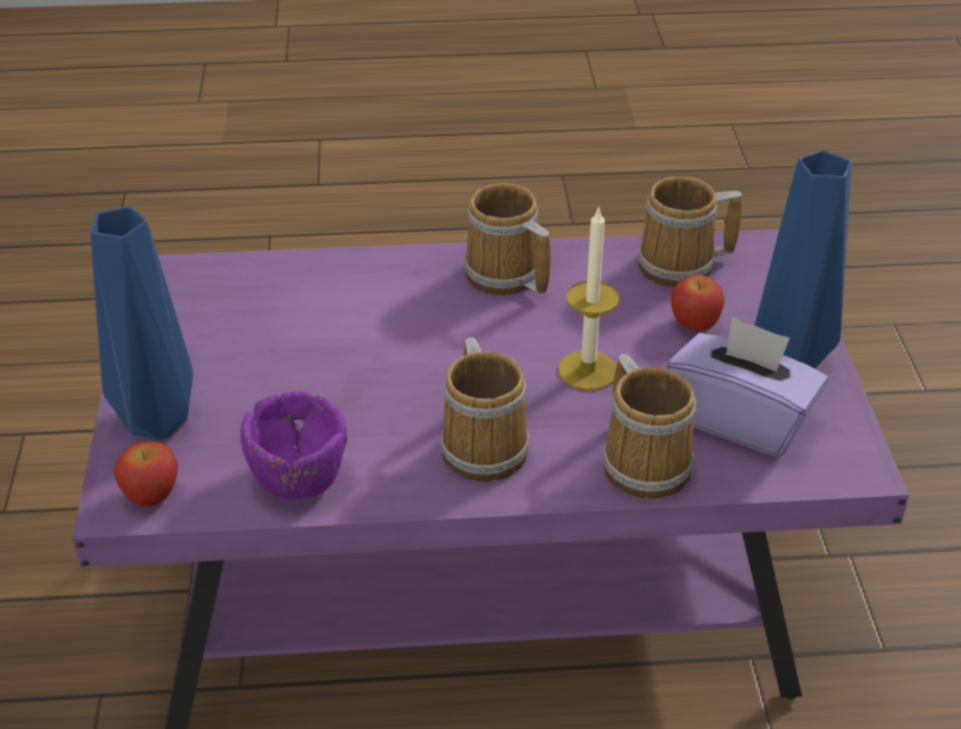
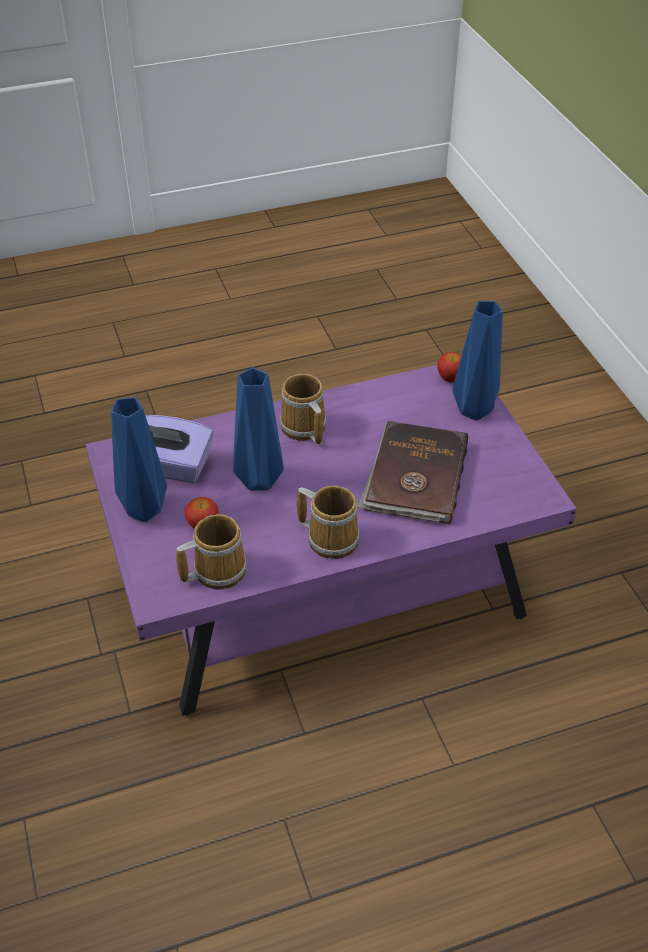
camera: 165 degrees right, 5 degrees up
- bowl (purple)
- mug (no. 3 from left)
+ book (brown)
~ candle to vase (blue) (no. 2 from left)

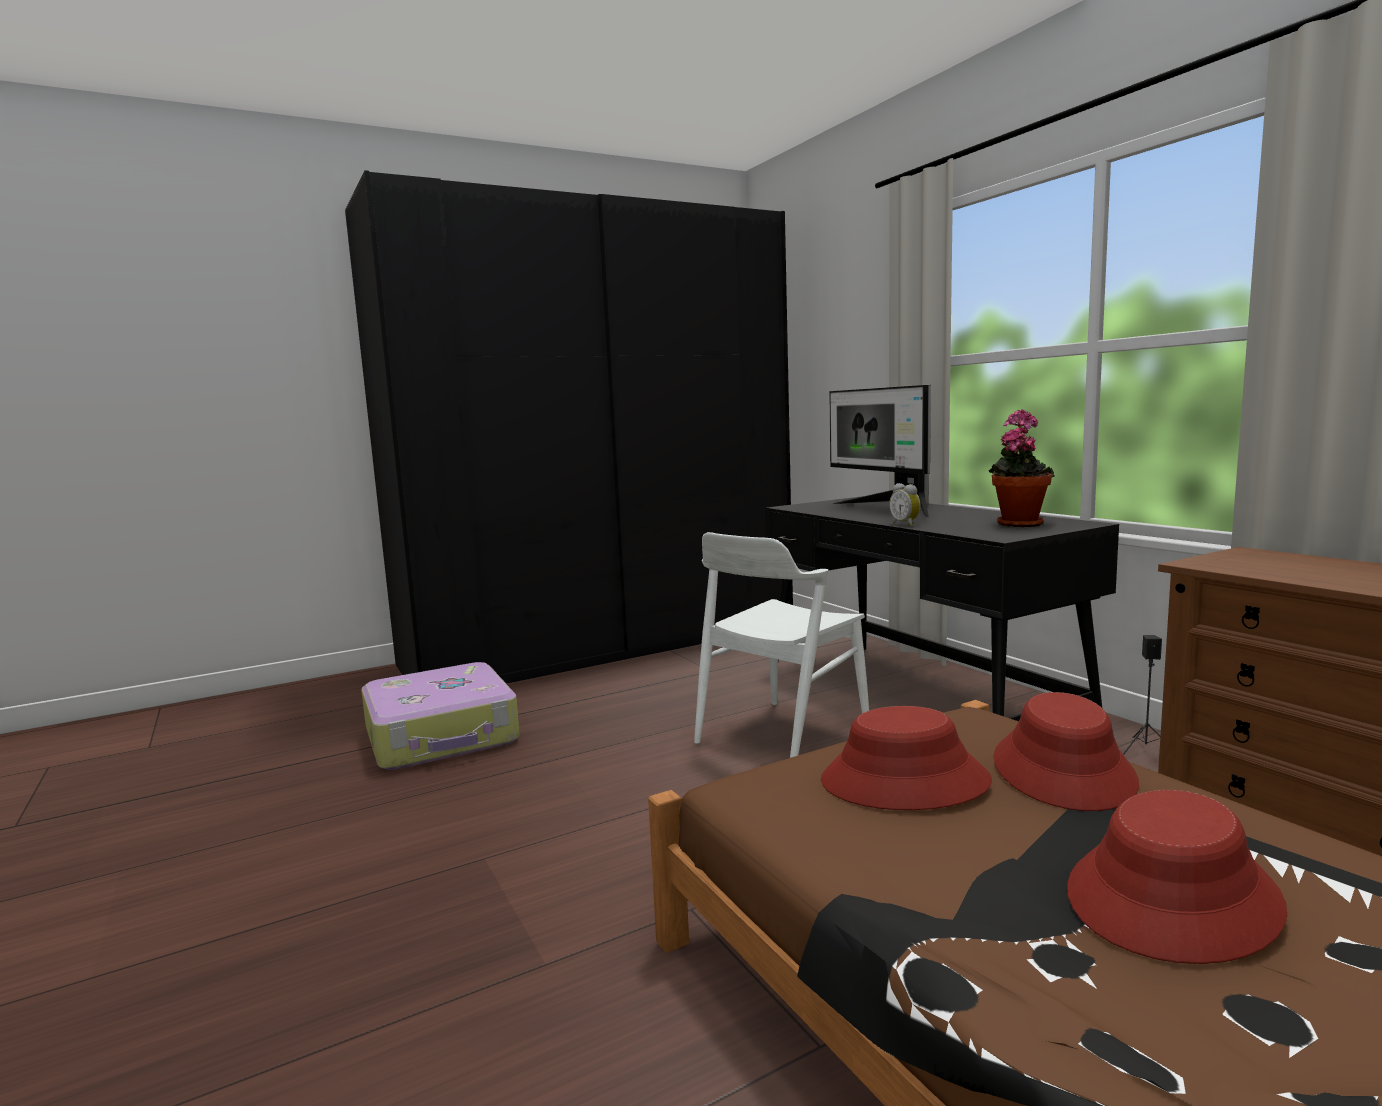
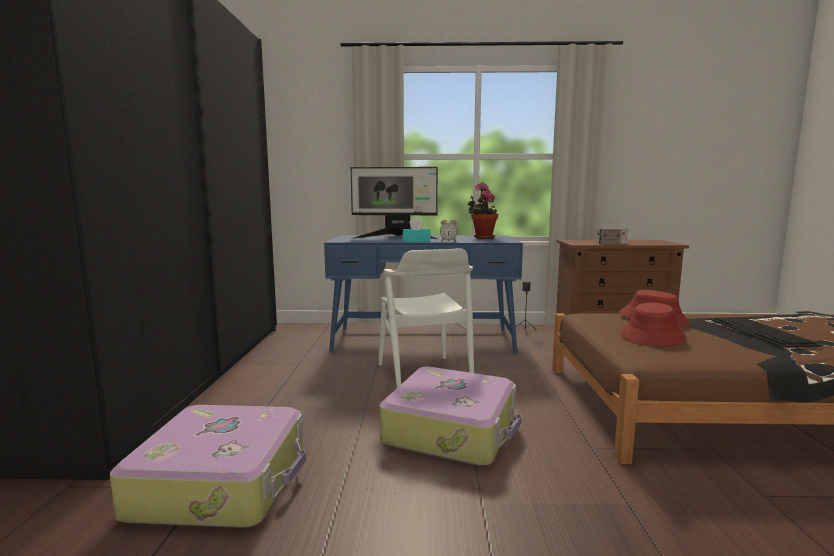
camera: 60 degrees left, 0 degrees up
+ suitcase (no. 2 from left)
+ tissue box (turquoise)
+ radio
~ hat (red) (no. 3 from left) to keyboard
~ desk (black) to desk (blue)

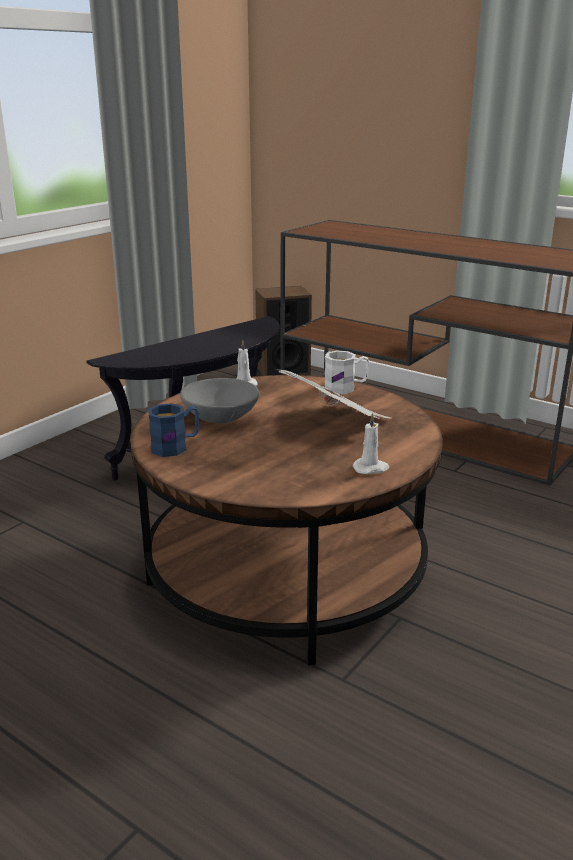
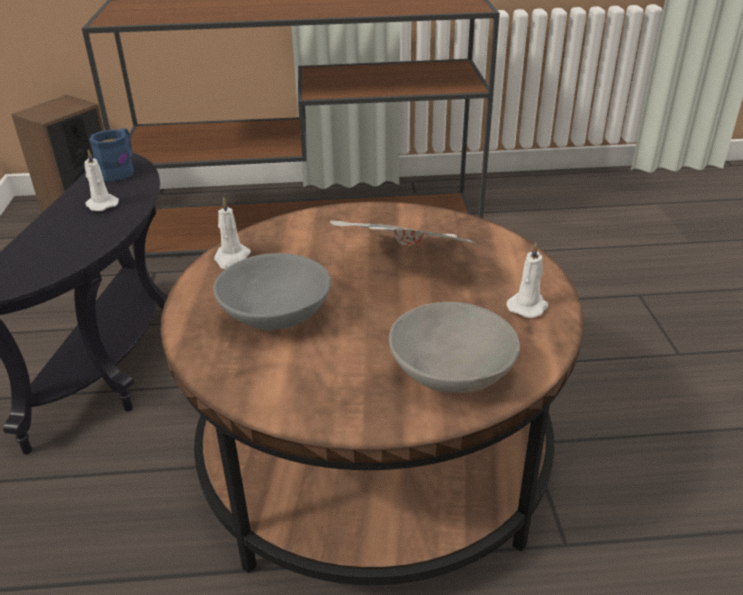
camera: 40 degrees left, 10 degrees up
- mug (white)
+ candle (white) (no. 1 from left)
+ bowl (grey) (no. 2 from left)
~ mug (blue)

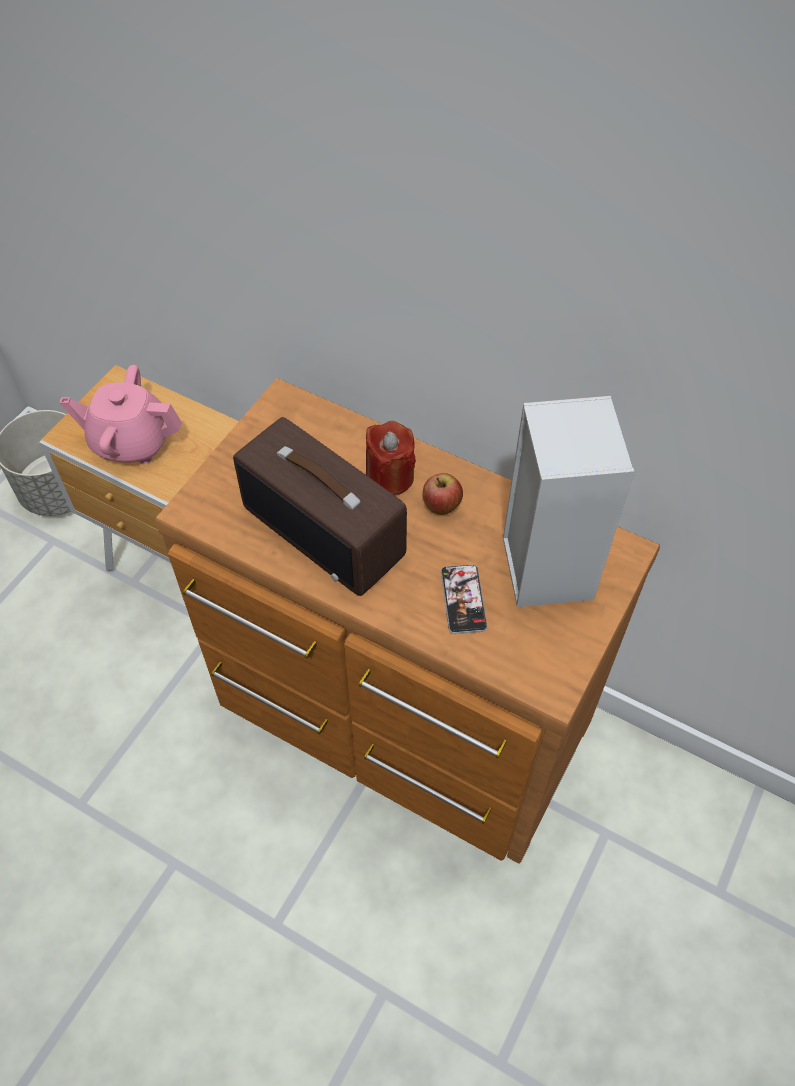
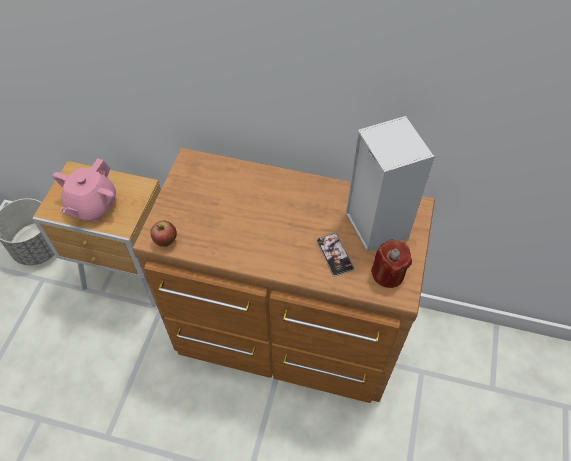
camera: 15 degrees left, 0 degrees up
- radio
~ candle (red)
~ apple
~ teapot (pink) 60 degrees counterclockwise

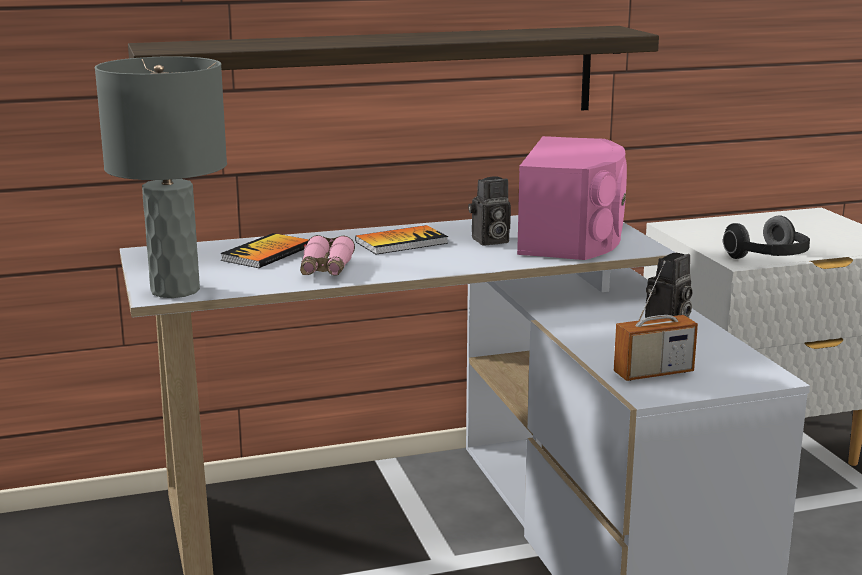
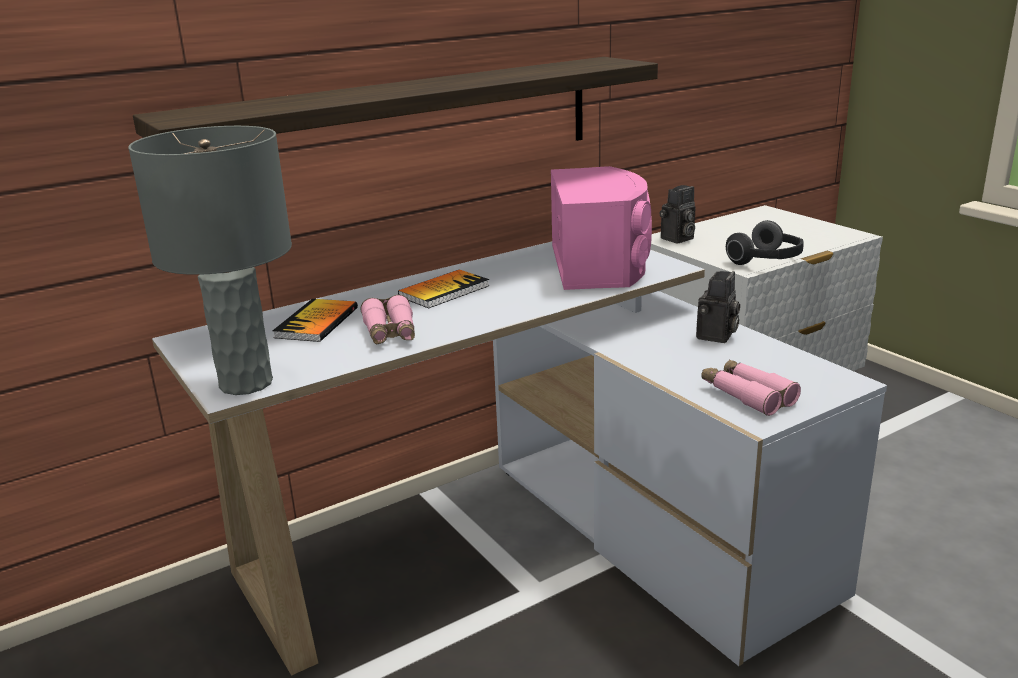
camera: 15 degrees left, 5 degrees up
~ photo camera (no. 1 from left)
~ radio to binoculars (pink) (no. 2 from left)

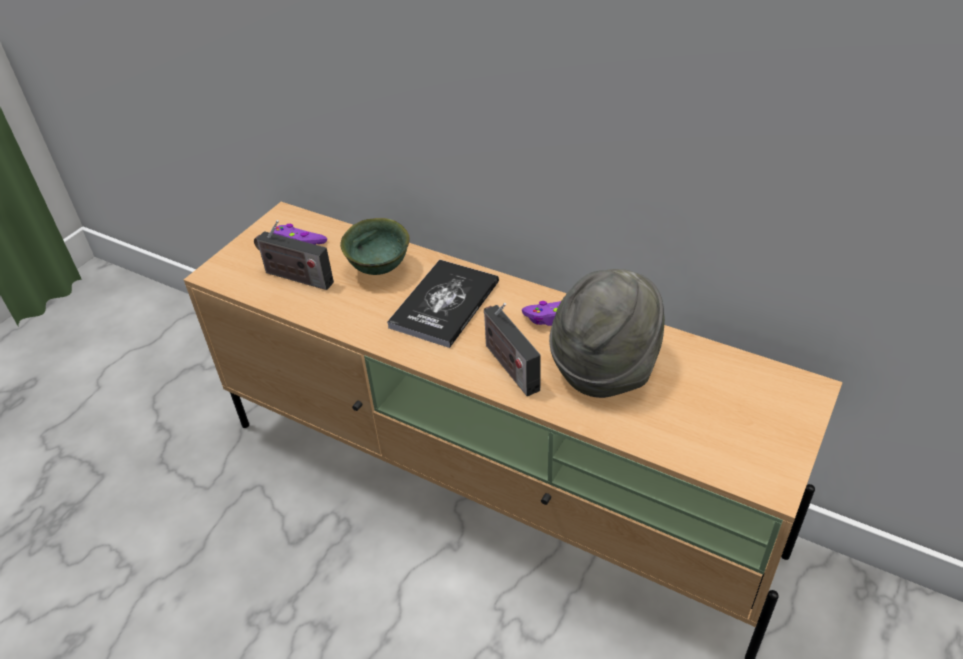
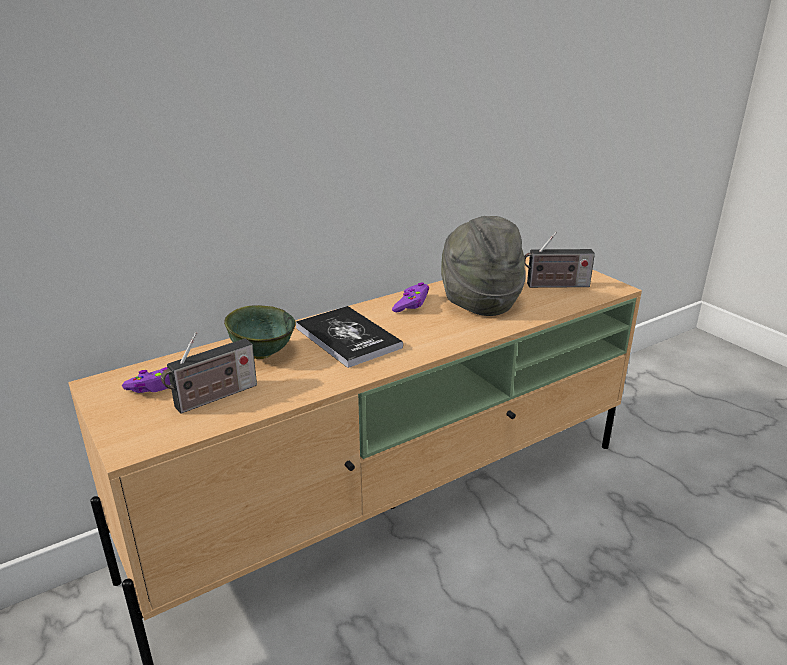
camera: 65 degrees left, 15 degrees down
~ radio (no. 2 from left)

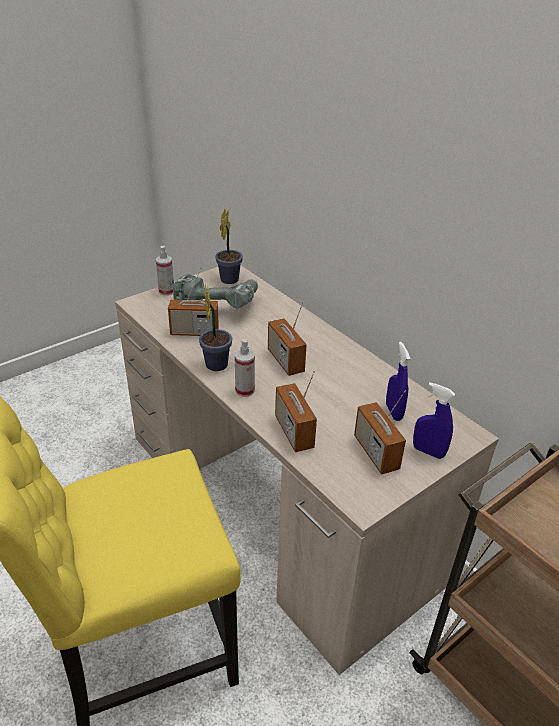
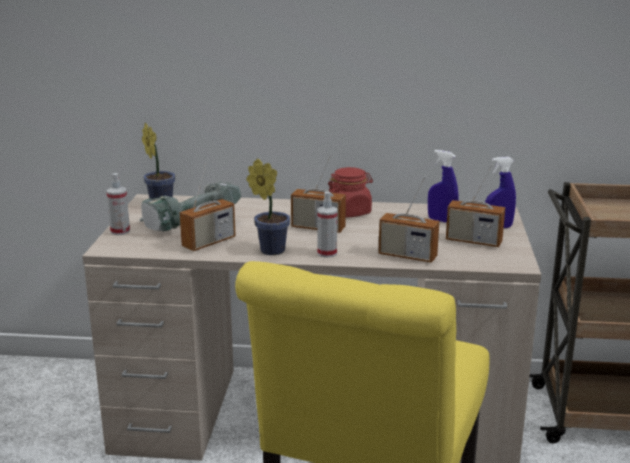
camera: 45 degrees left, 15 degrees down
+ jar (red)

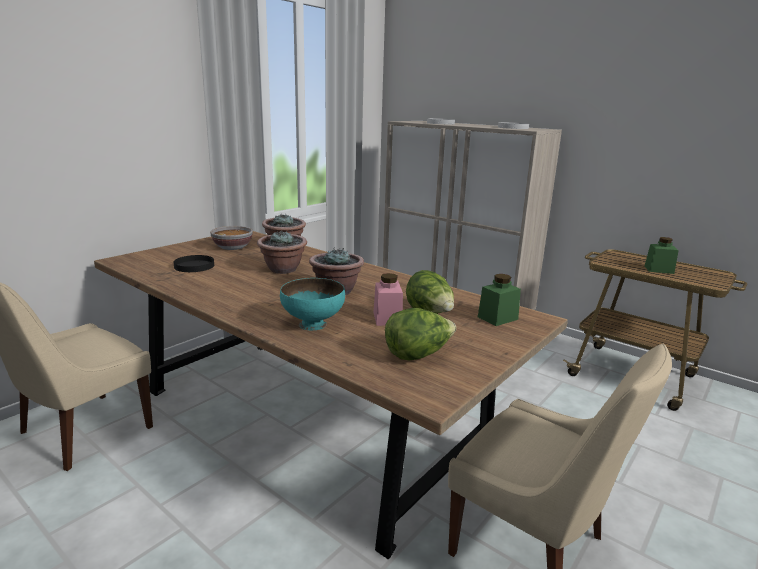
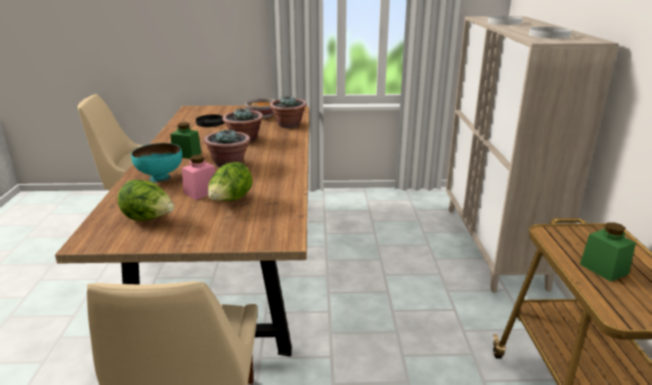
camera: 50 degrees right, 5 degrees up
~ jar (green) (no. 1 from left)

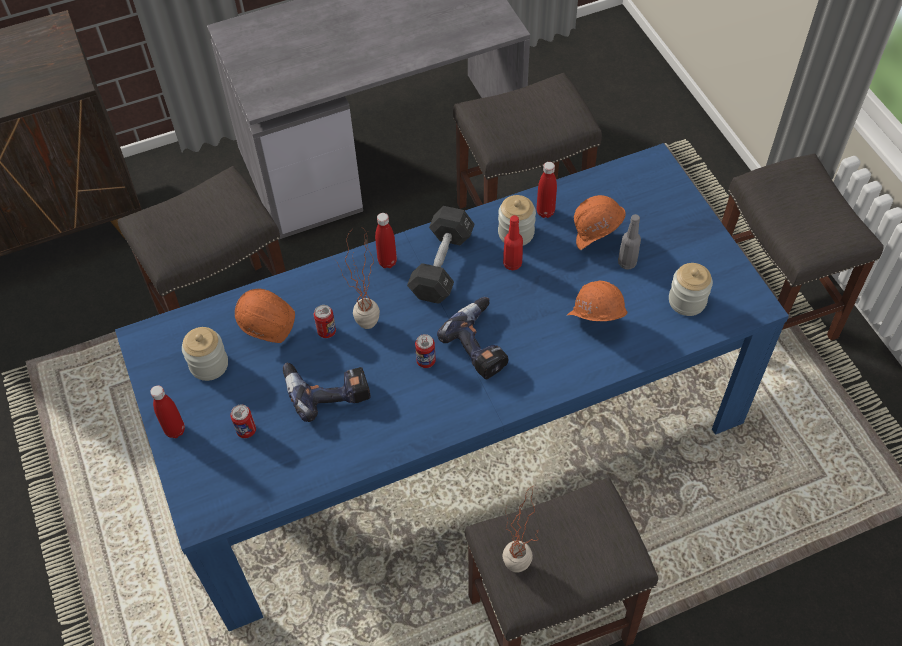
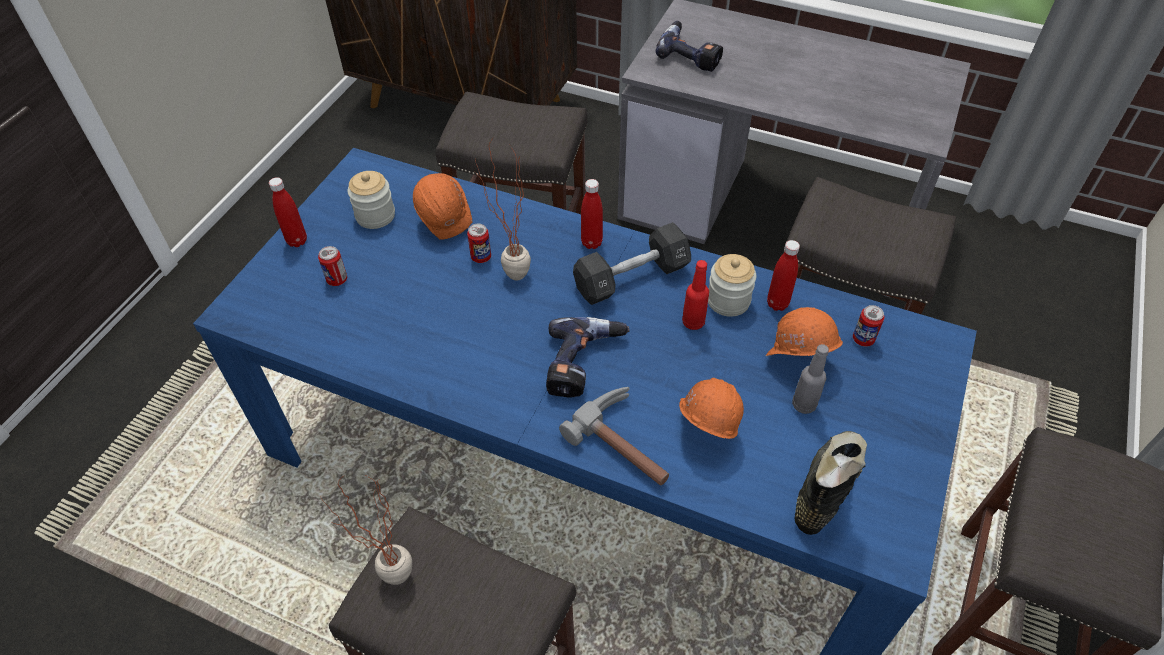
camera: 45 degrees right, 5 degrees down
+ hammer
~ power drill (no. 1 from left in the first image) to power drill (no. 2 from left)
~ can (no. 3 from left)
~ jar (no. 3 from left) to boot (black)

